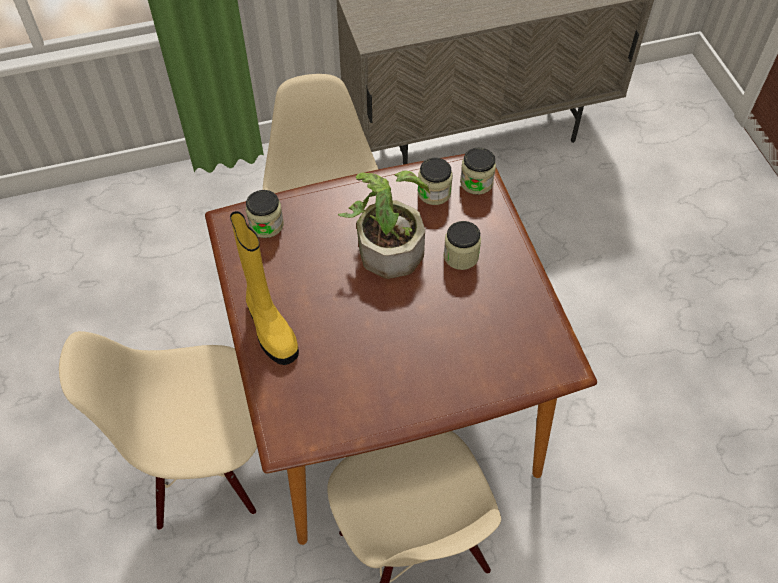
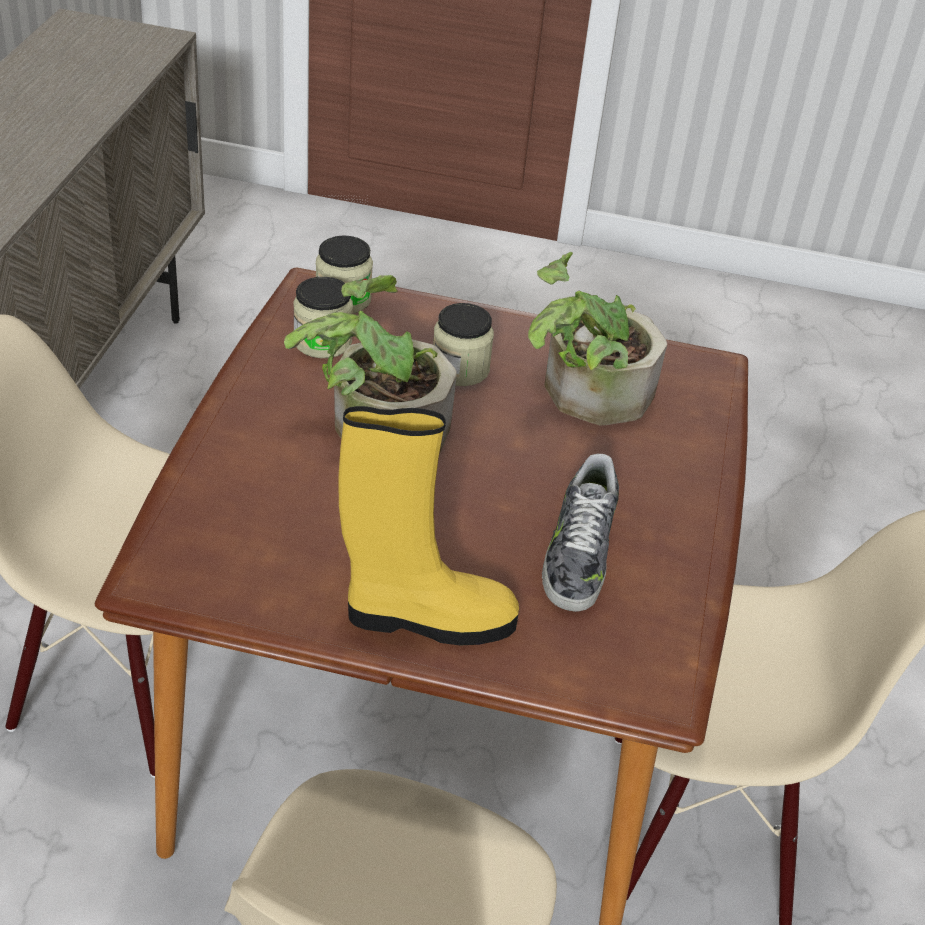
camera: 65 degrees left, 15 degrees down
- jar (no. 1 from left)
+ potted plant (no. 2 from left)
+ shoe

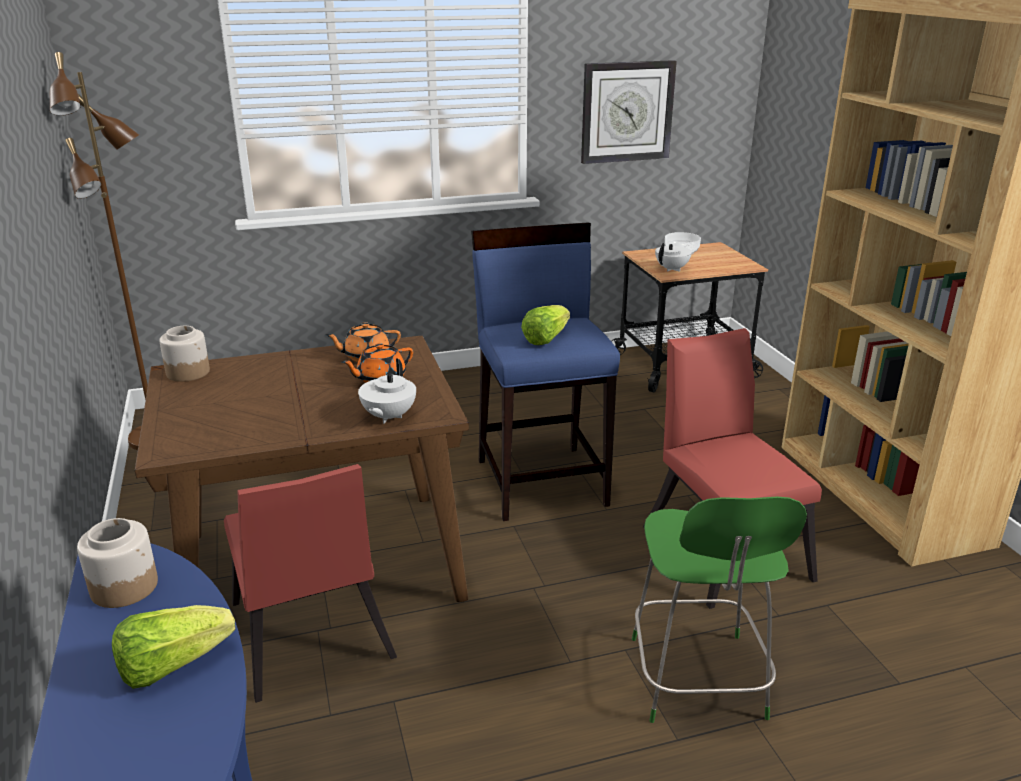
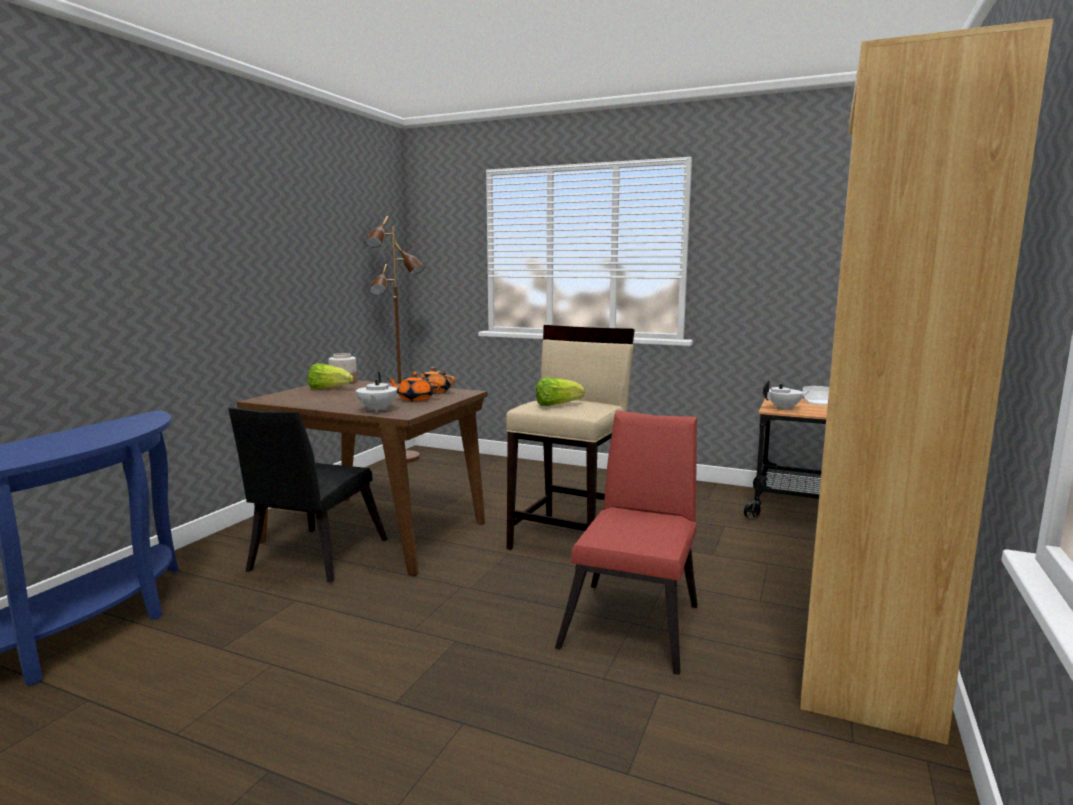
camera: 40 degrees right, 15 degrees down
- jar (no. 1 from left)
- wall clock
- stool (green)
~ lettuce (no. 1 from left)
~ chair (red) (no. 1 from left) to chair (black)
~ stool (blue) to stool (beige)
~ teapot (white) (no. 1 from left) 60 degrees counterclockwise

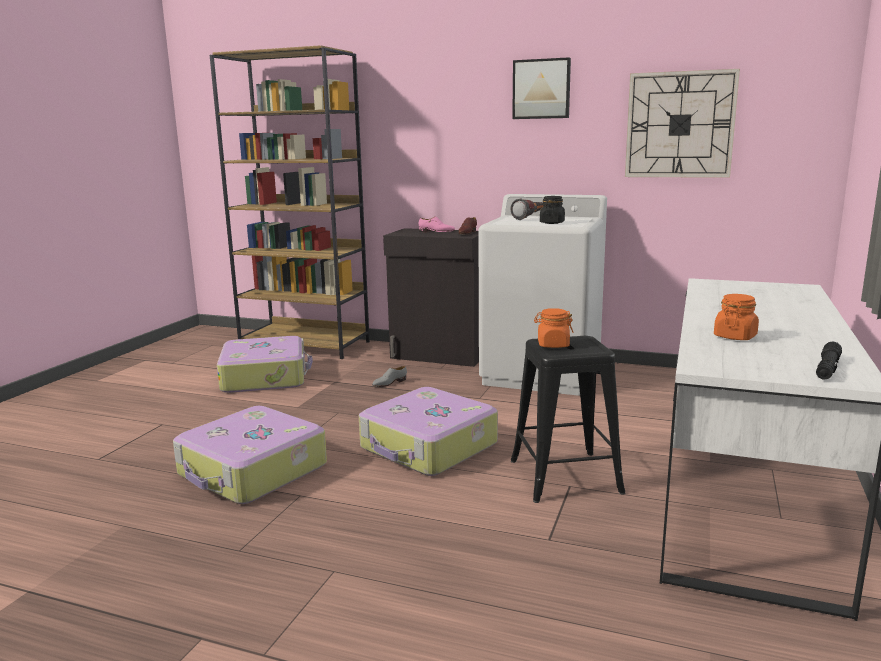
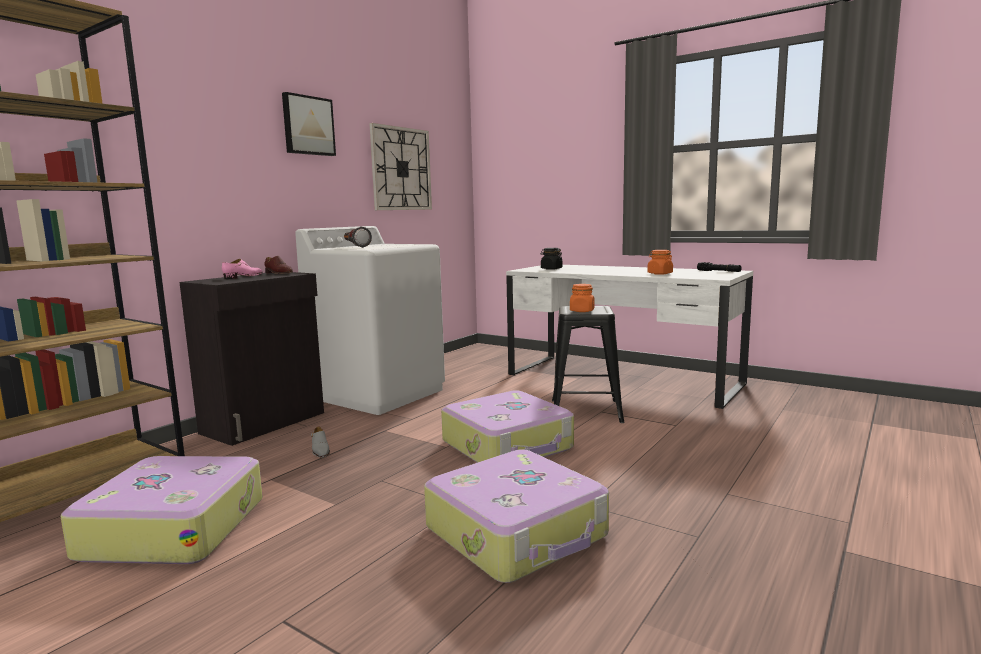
camera: 75 degrees left, 5 degrees down
~ jar (black)

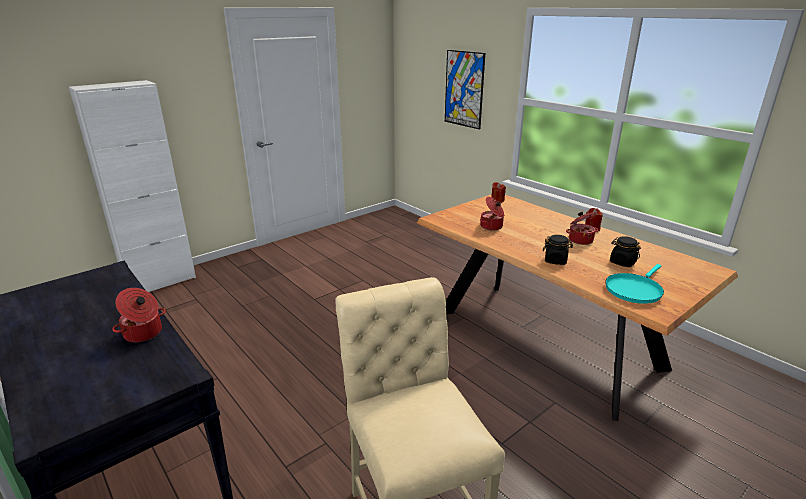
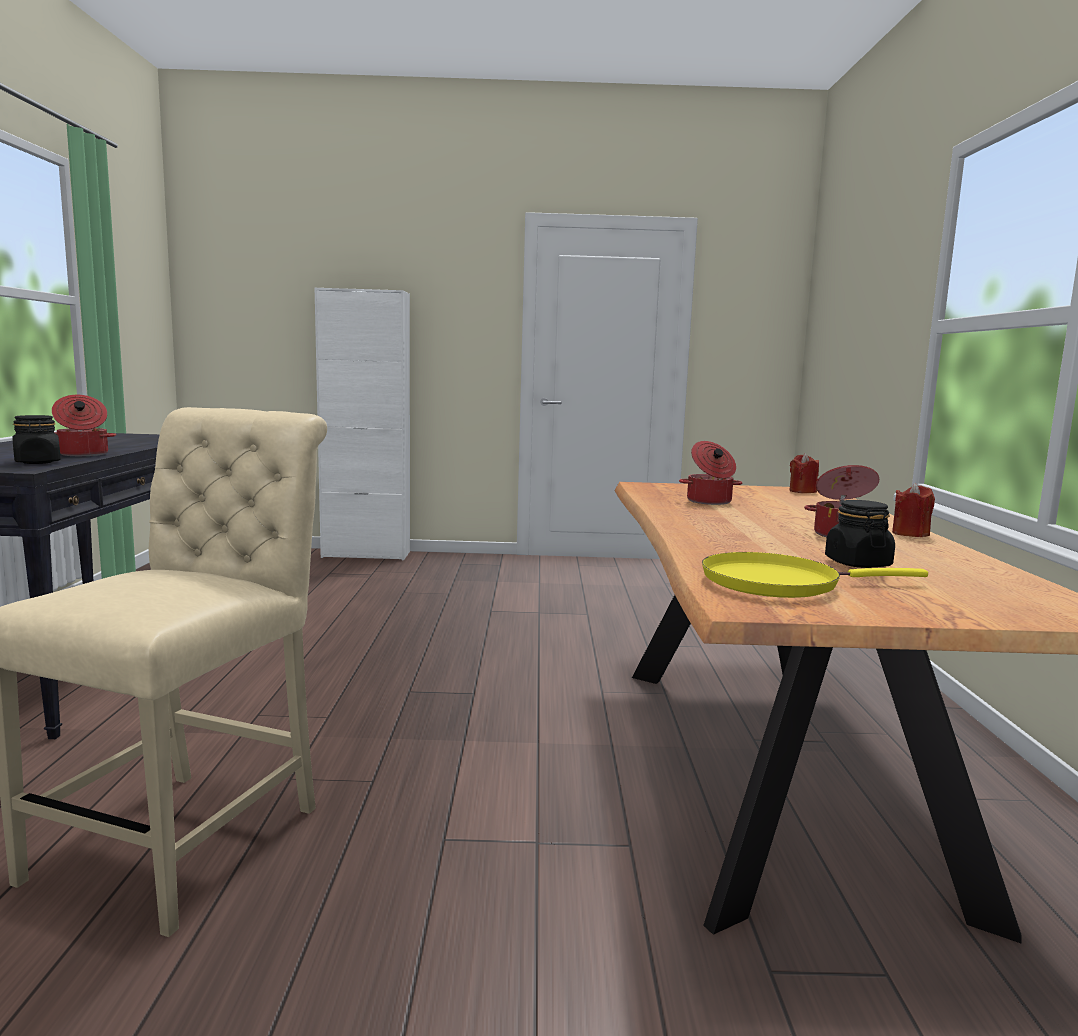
camera: 40 degrees right, 15 degrees down
- picture
~ jar (black) (no. 1 from left)
~ frying pan (turquoise) to frying pan (yellow)

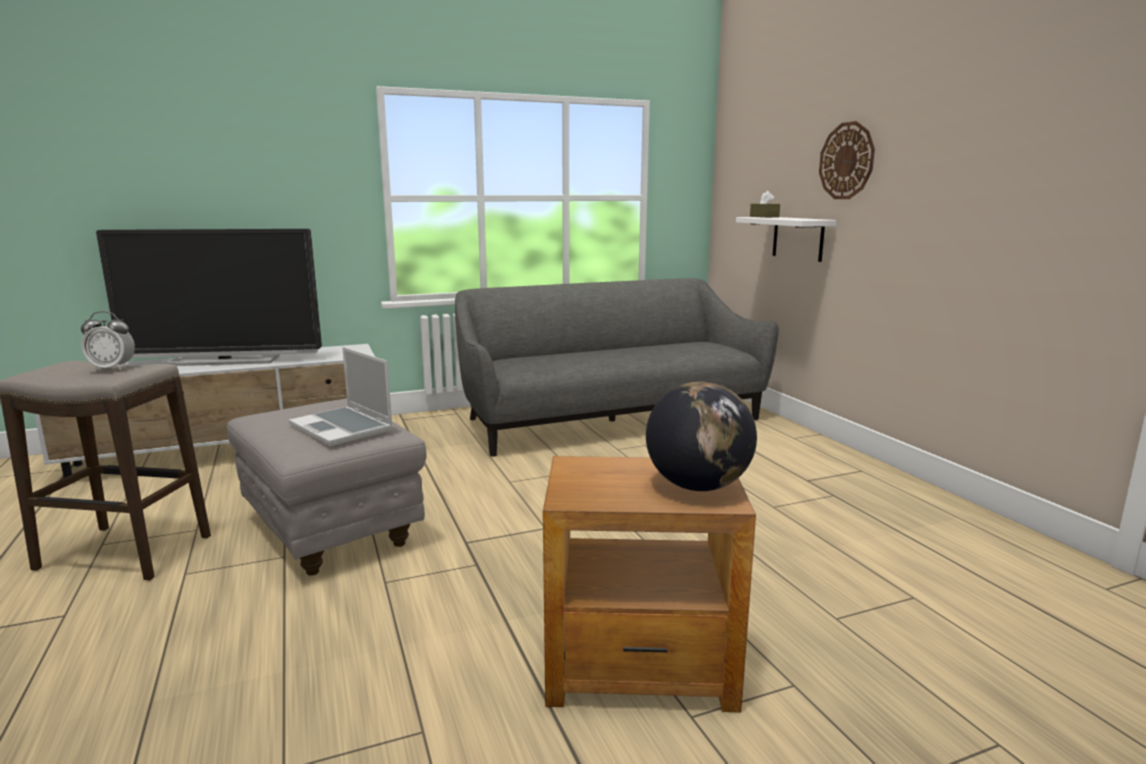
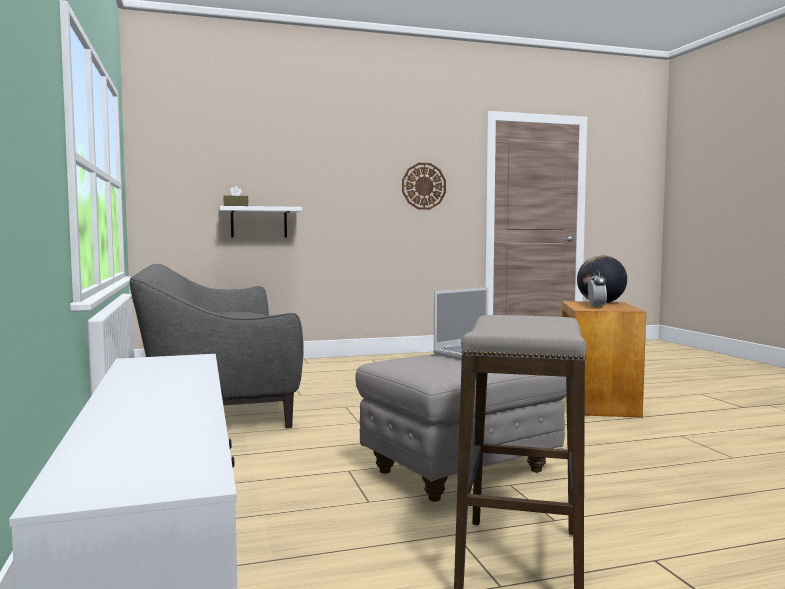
camera: 85 degrees left, 10 degrees down
- television
~ alarm clock
~ wall clock

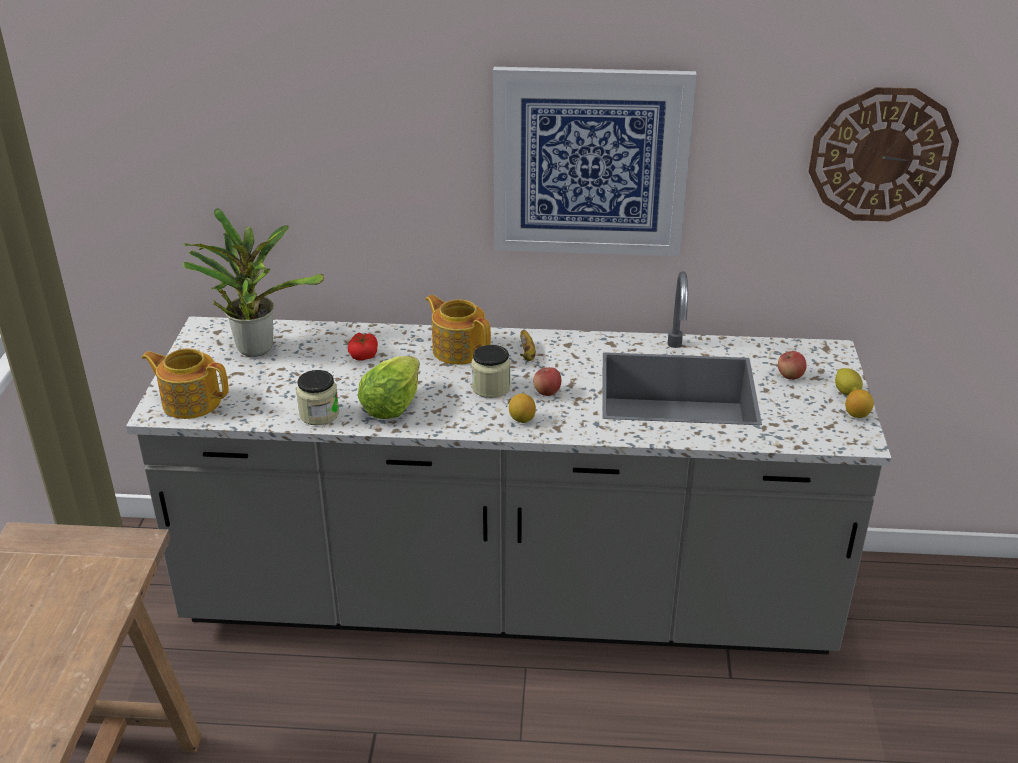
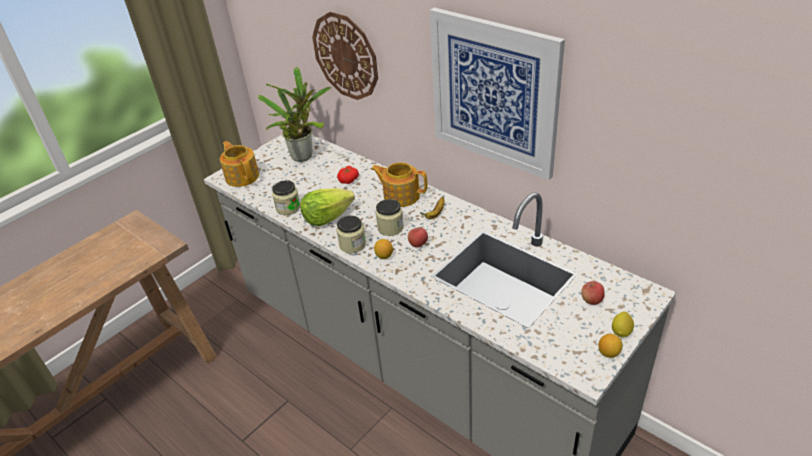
camera: 40 degrees right, 5 degrees up
+ jar (no. 2 from left)
~ wall clock
~ teapot (no. 2 from left) 60 degrees counterclockwise

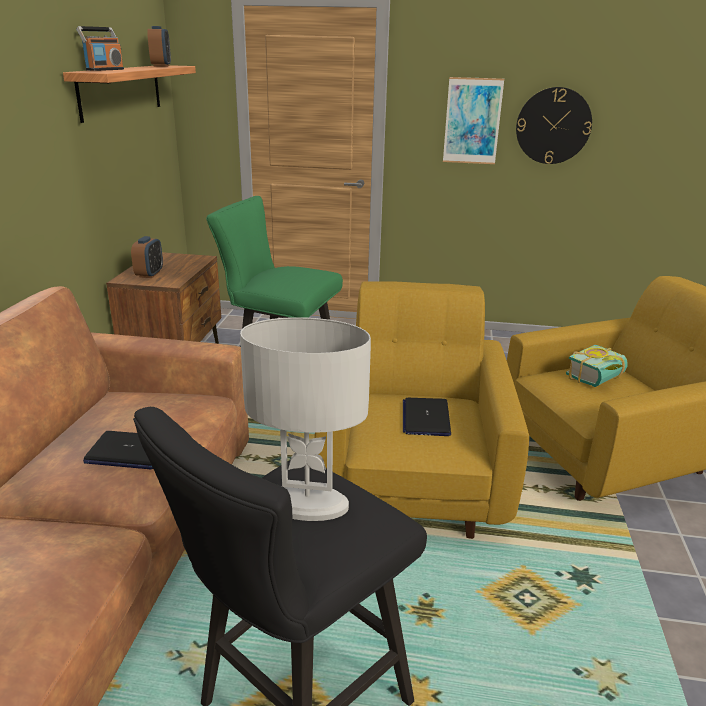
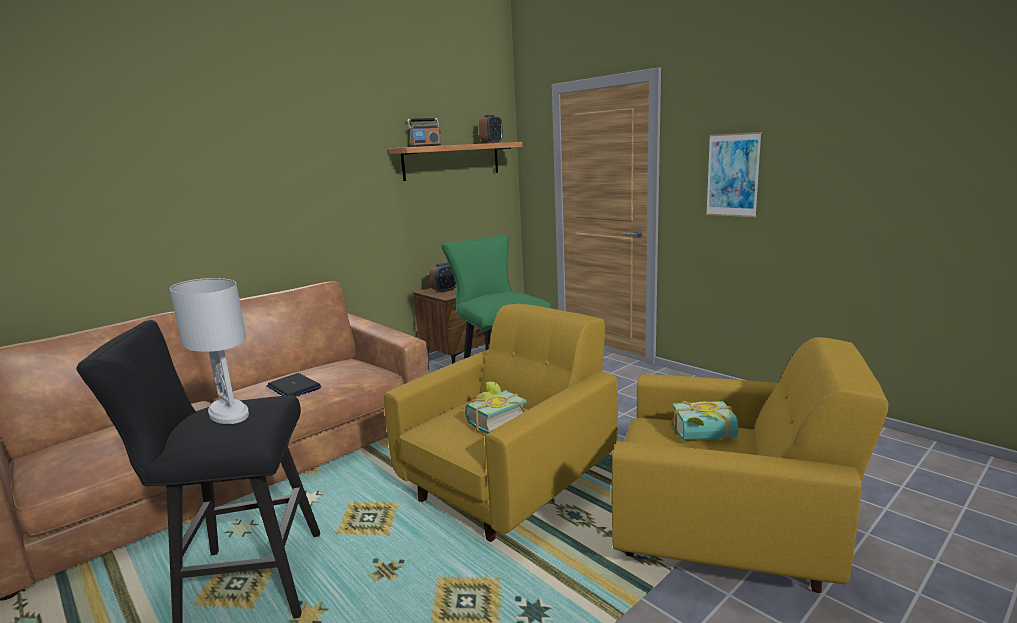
camera: 40 degrees right, 10 degrees down
- wall clock
~ laptop (no. 2 from left) to book (no. 1 from left)

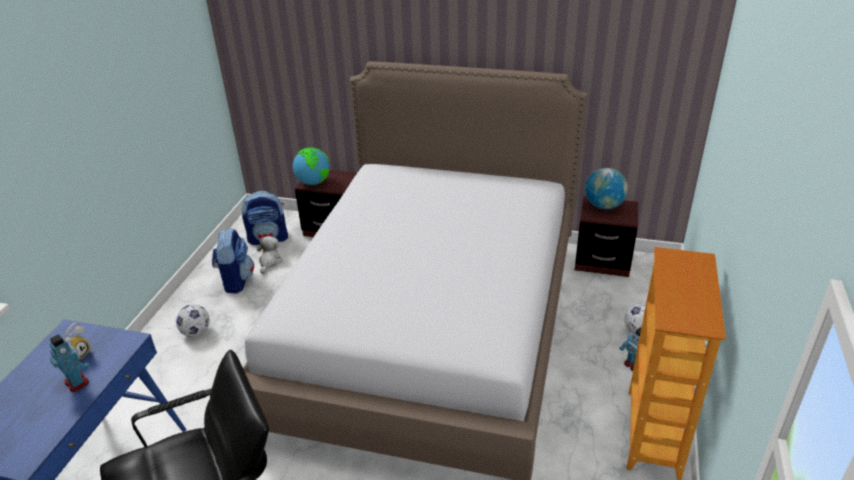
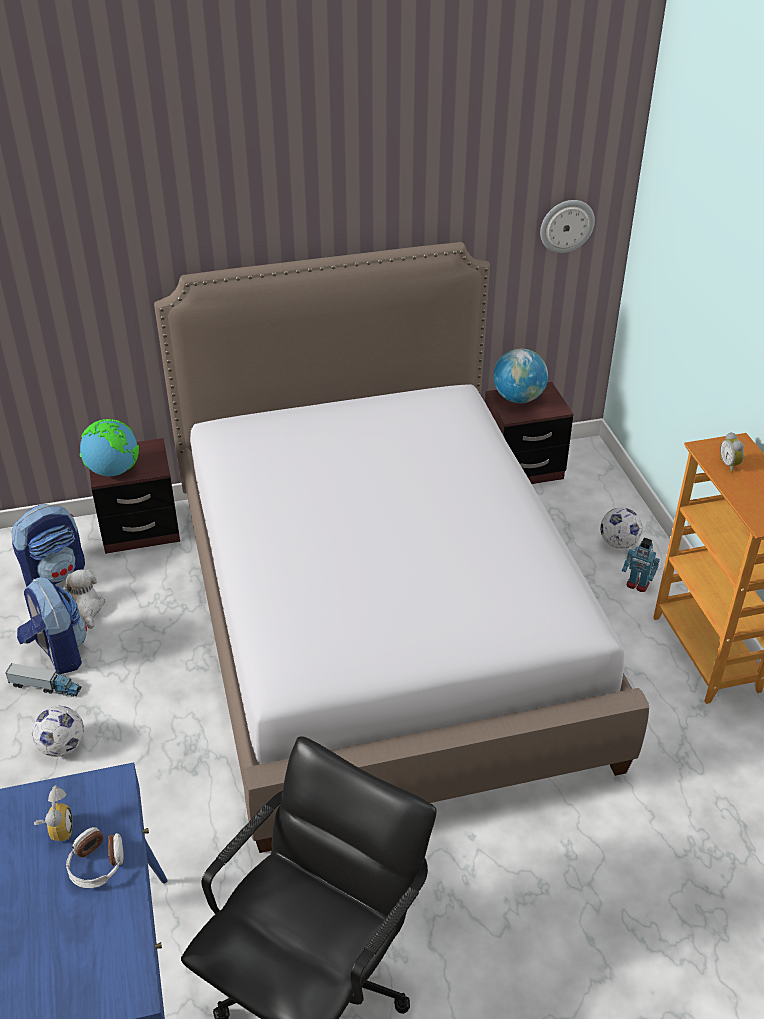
camera: 30 degrees left, 5 degrees up
+ toy truck
+ wall clock
+ alarm clock (no. 2 from left)
~ toy robot (no. 1 from left) to headphones

